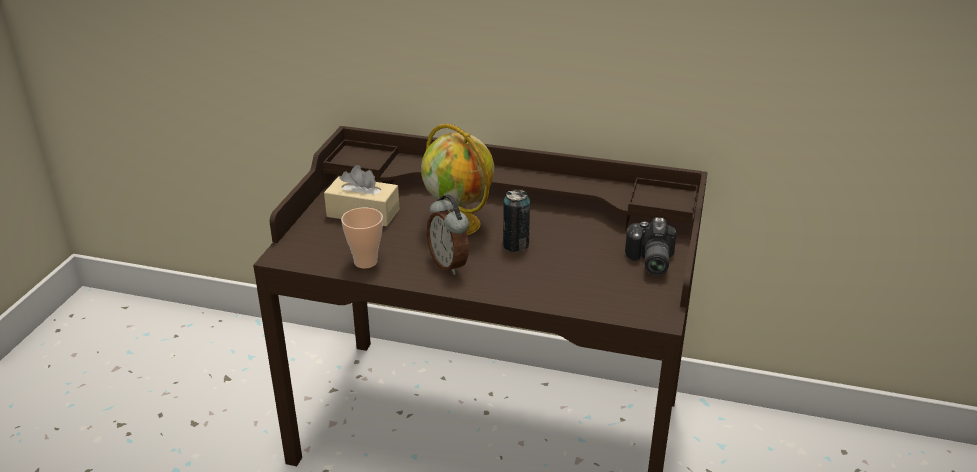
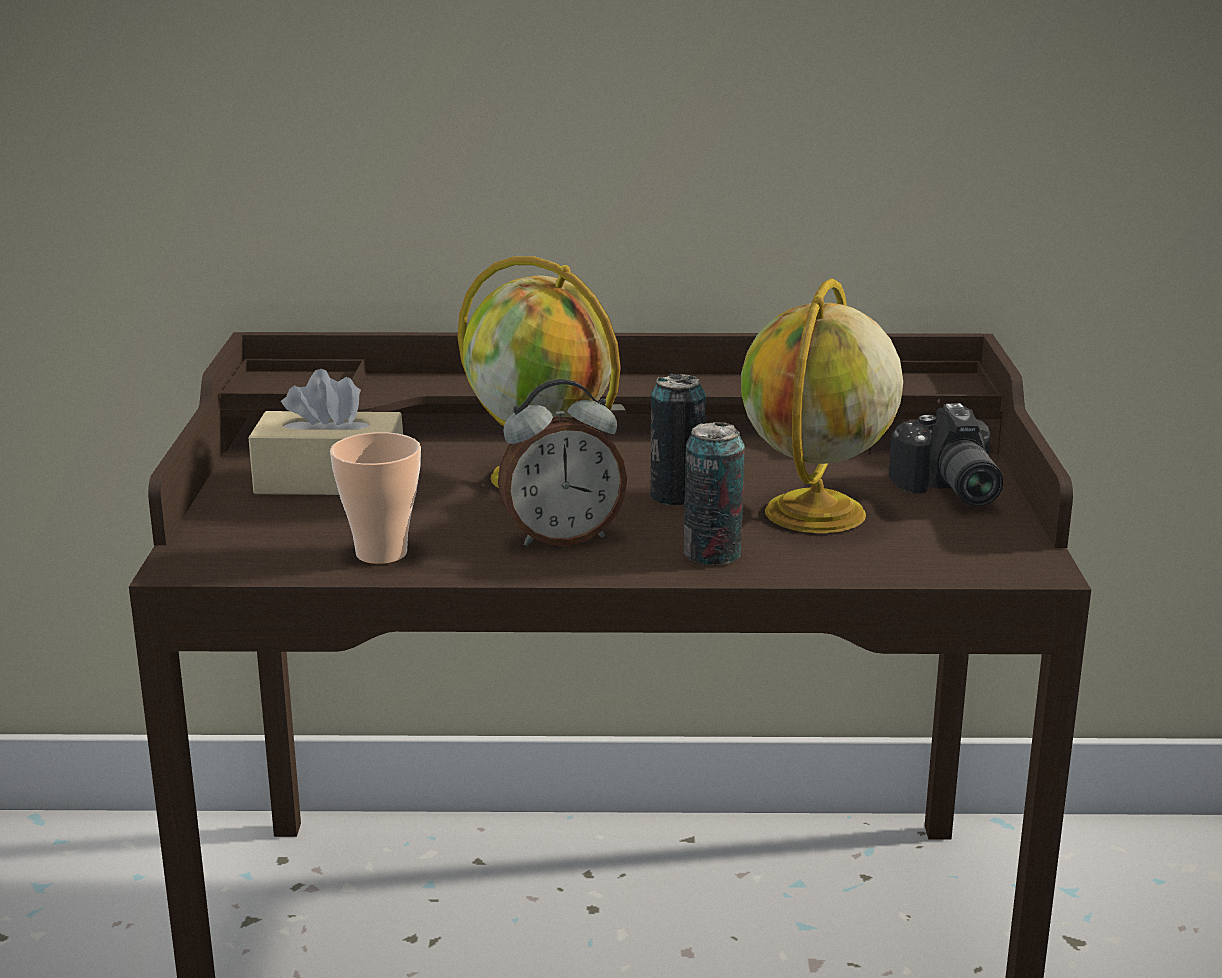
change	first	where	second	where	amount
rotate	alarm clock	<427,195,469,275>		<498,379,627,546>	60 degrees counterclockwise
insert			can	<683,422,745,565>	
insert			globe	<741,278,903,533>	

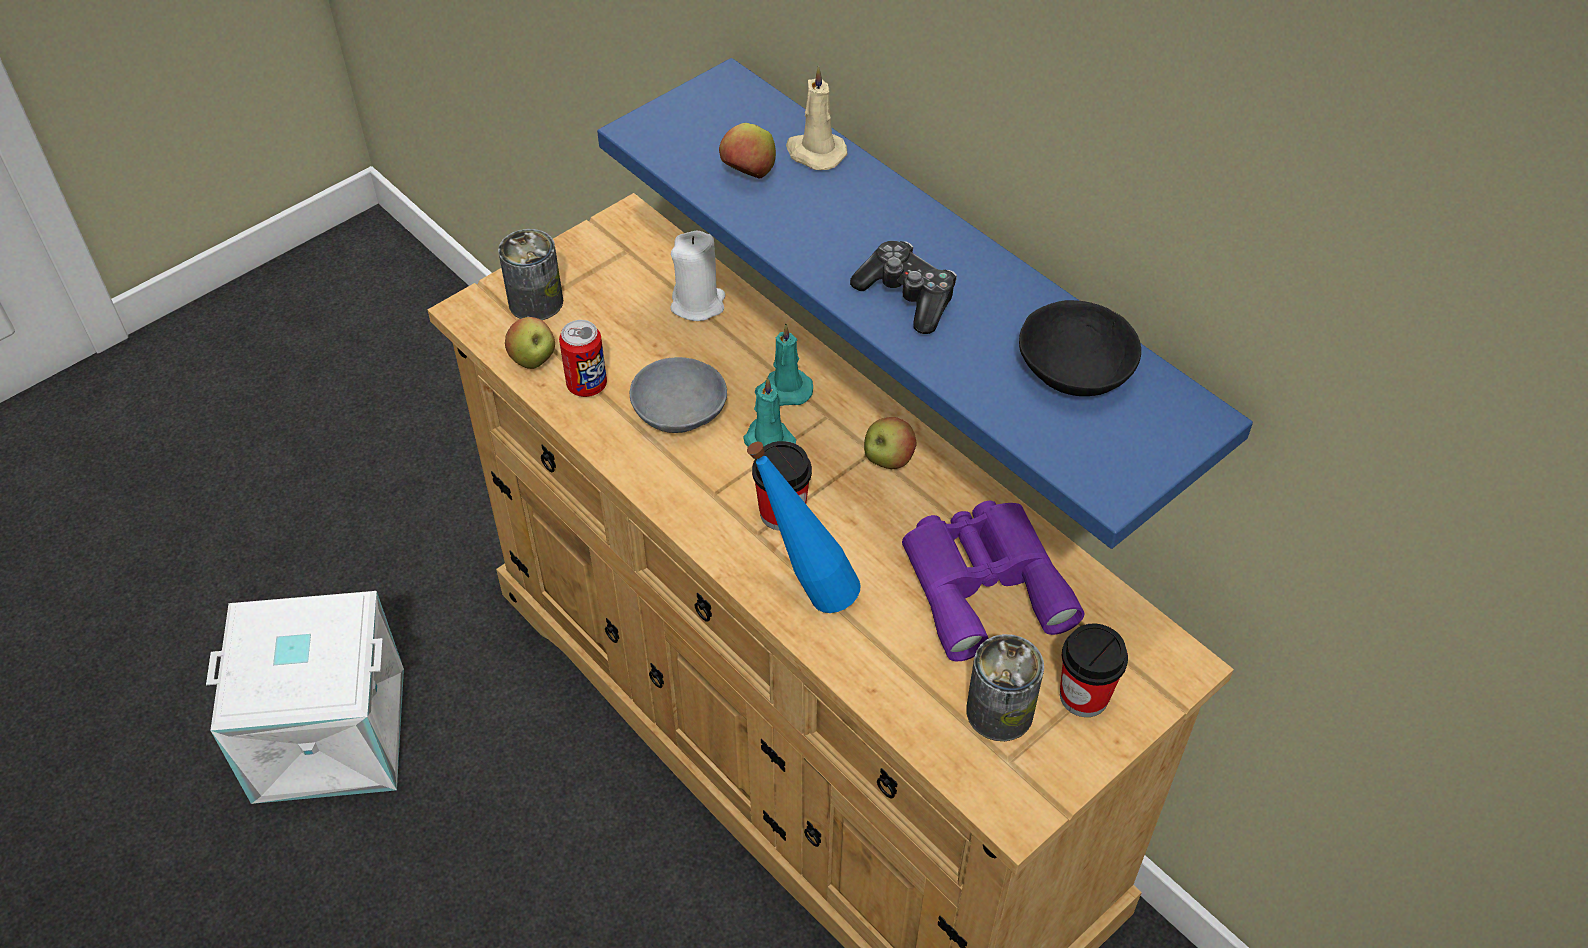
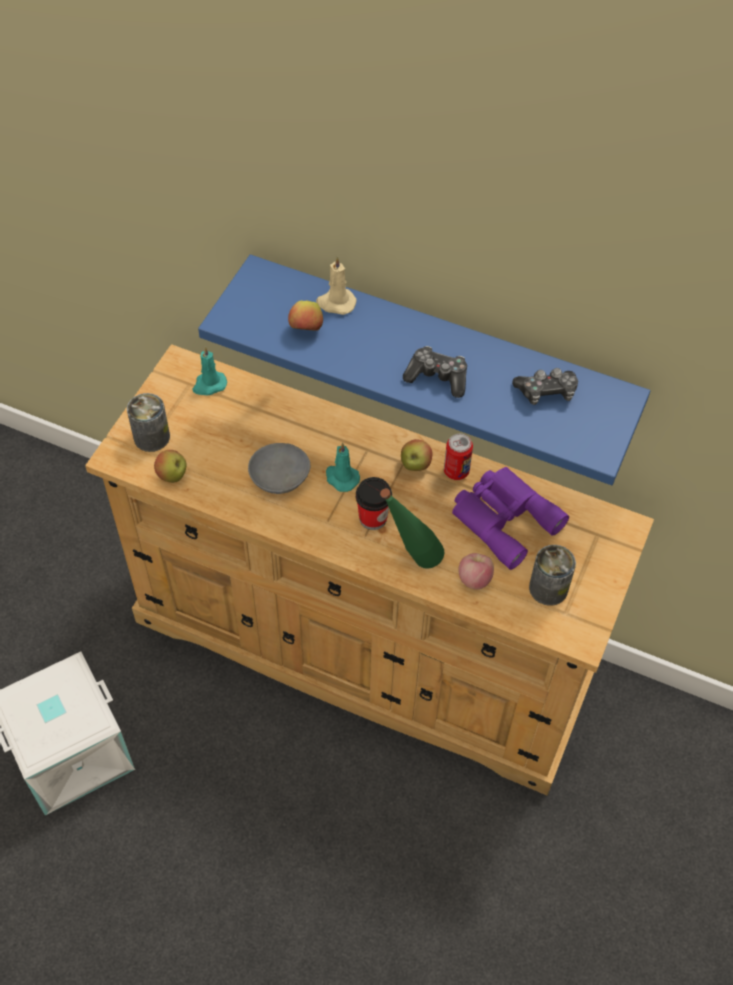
change	first	where	second	where	amount
move	can	<559,320,607,397>		<444,434,473,480>	
delete	candle (white)	<670,231,725,321>			
recolor	bottle (blue)	<747,442,861,613>	bottle (green)	<380,488,444,569>	
move	candle (turquoise)	<755,324,813,406>		<193,346,227,395>	
replace	bowl (black)	<1019,300,1141,396>	game controller	<512,368,578,405>	
delete	cup	<1060,623,1128,717>			
insert			apple	<458,553,494,590>	

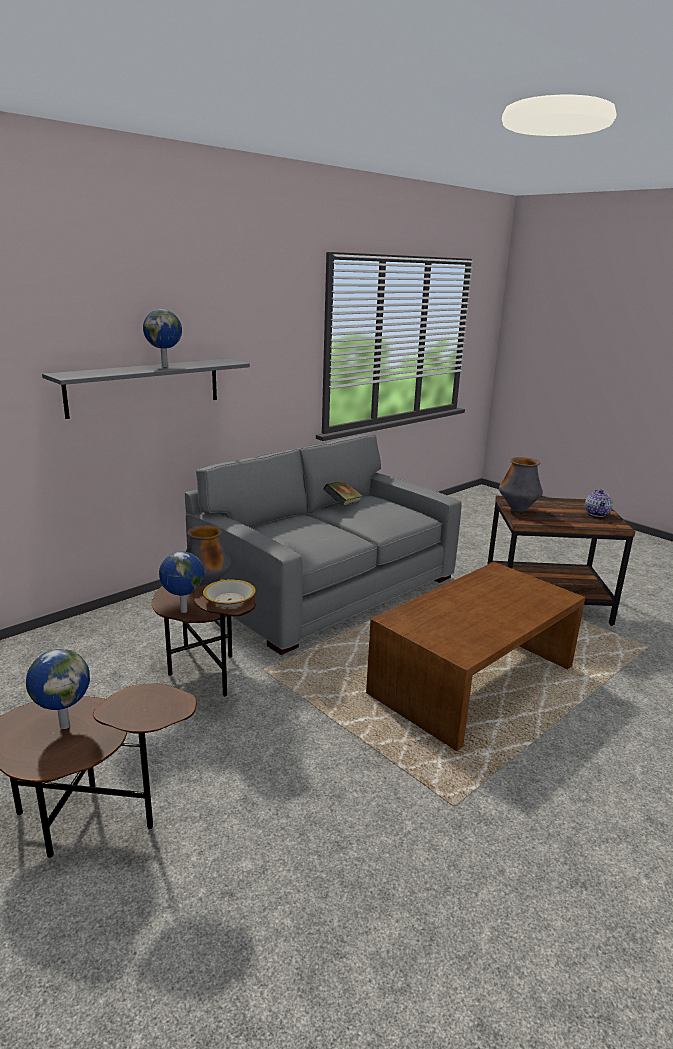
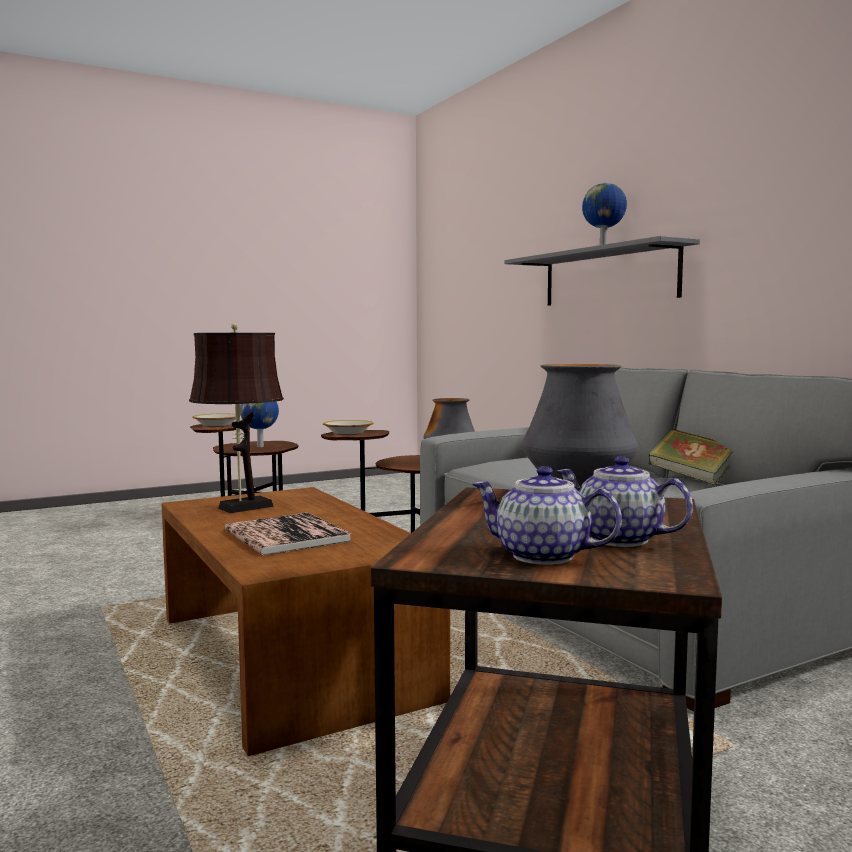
change	first	where	second	where	amount
delete	globe	<159,551,204,613>			
insert			table lamp (brown)	<189,323,284,513>	
insert			bowl	<192,413,236,427>	
insert			book	<224,513,352,556>	
insert			teapot	<556,456,693,547>	

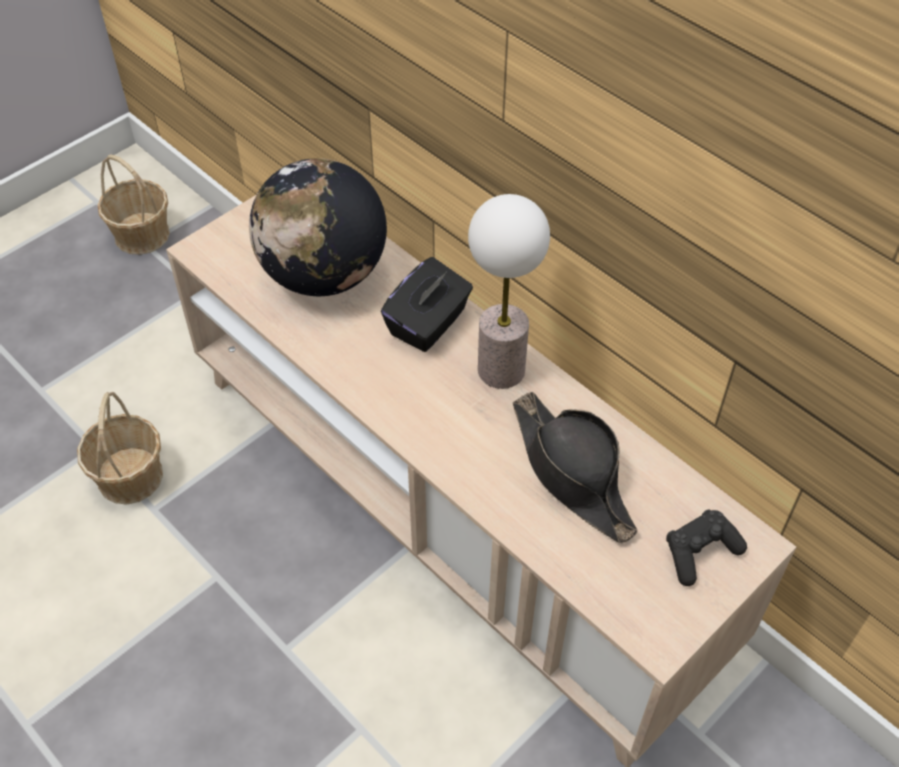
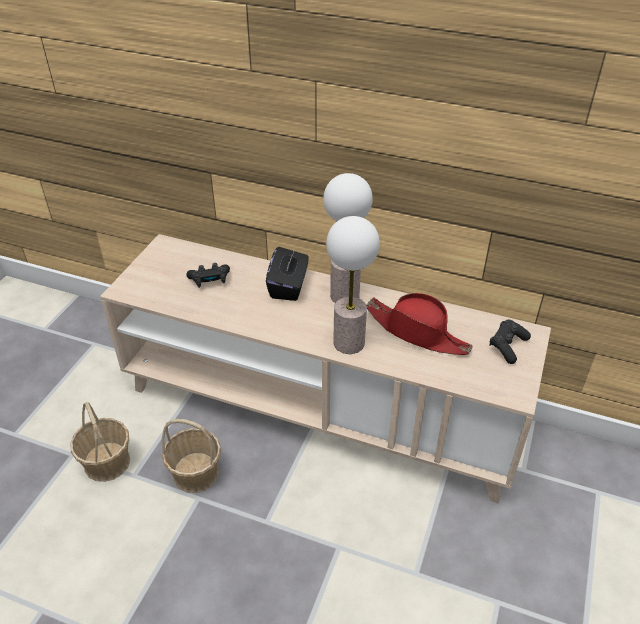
change	first	where	second	where	amount
move	basket	<98,154,170,255>		<162,419,221,493>	
replace	globe	<249,158,387,297>	game controller (black)	<186,263,230,288>	
recolor	hat (black)	<513,392,638,543>	hat (red)	<366,293,473,355>	
insert			table lamp	<326,216,380,354>	

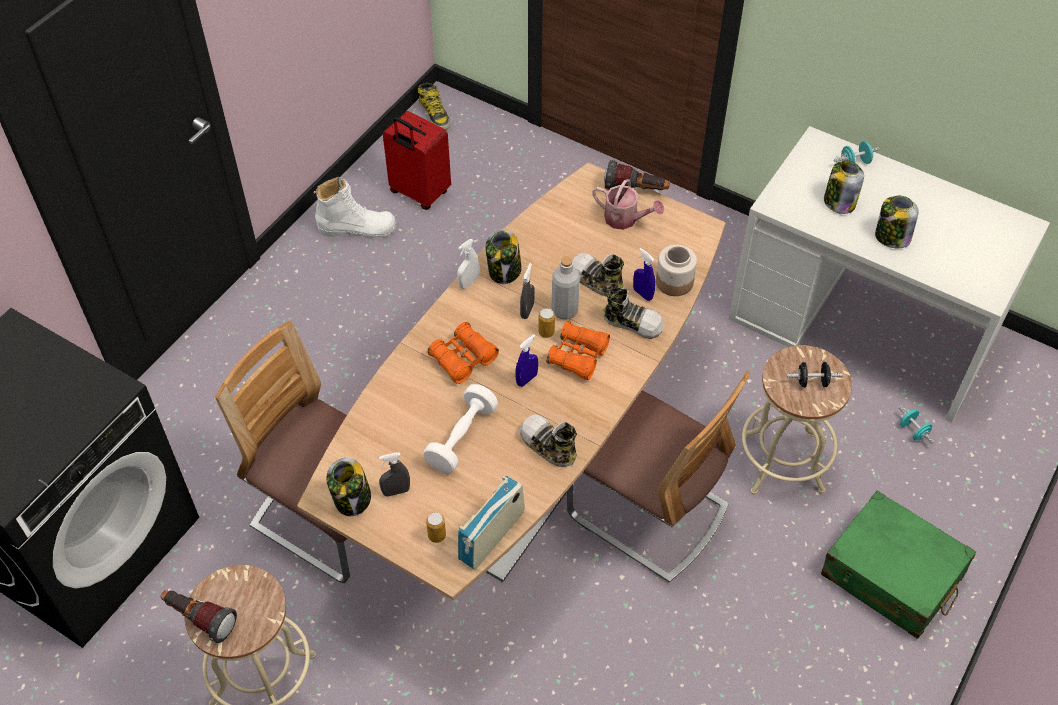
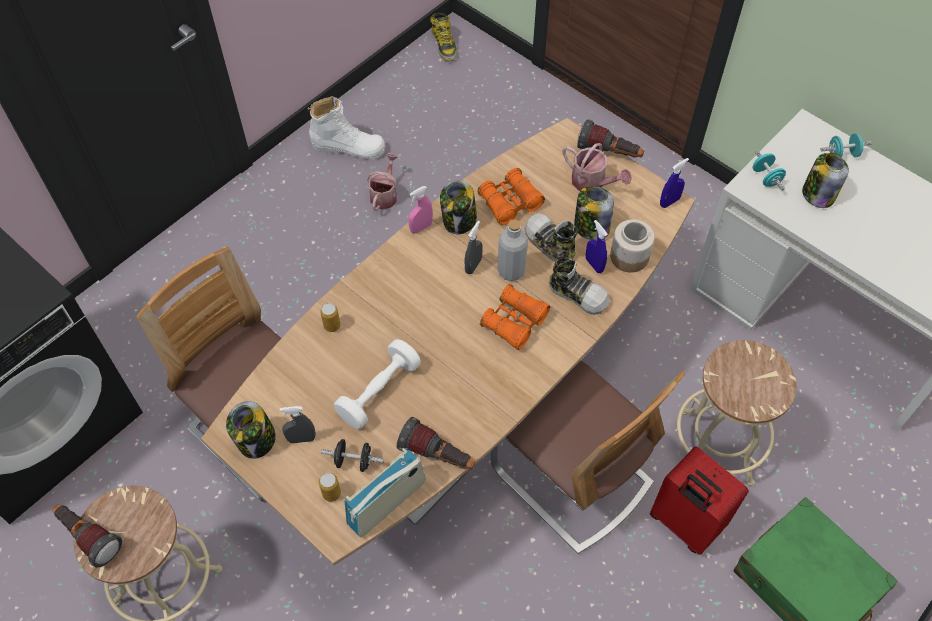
change	first	where	second	where	amount
move	suitcase (red)	<383,111,451,210>		<650,446,749,555>	
move	binoculars (orange)	<427,322,499,384>		<477,168,545,225>	
recolor	spray bottle (white)	<457,239,479,289>	spray bottle (pink)	<408,186,433,234>	
move	spray bottle (blue)	<515,334,538,387>		<660,158,689,208>	
delete	shoe	<520,415,577,467>			
move	can	<538,308,555,338>		<320,303,340,332>	
move	dumbbell (black)	<787,362,843,388>		<321,439,384,472>	
move	jar	<875,196,919,248>		<574,186,614,241>	
move	dumbbell (turquoise)	<899,407,934,444>		<753,150,786,191>	
insert			watering can	<367,154,398,211>	
insert			flashlight	<397,417,475,470>	

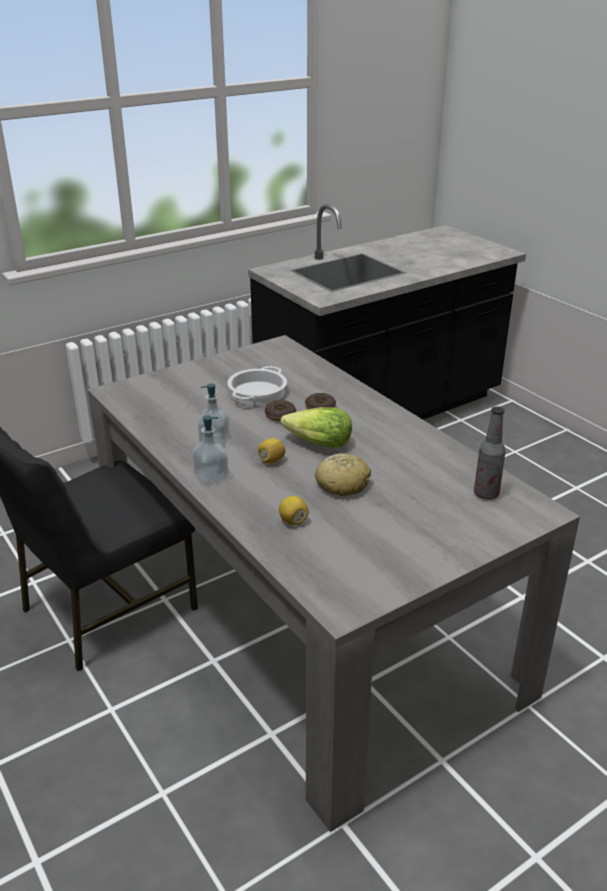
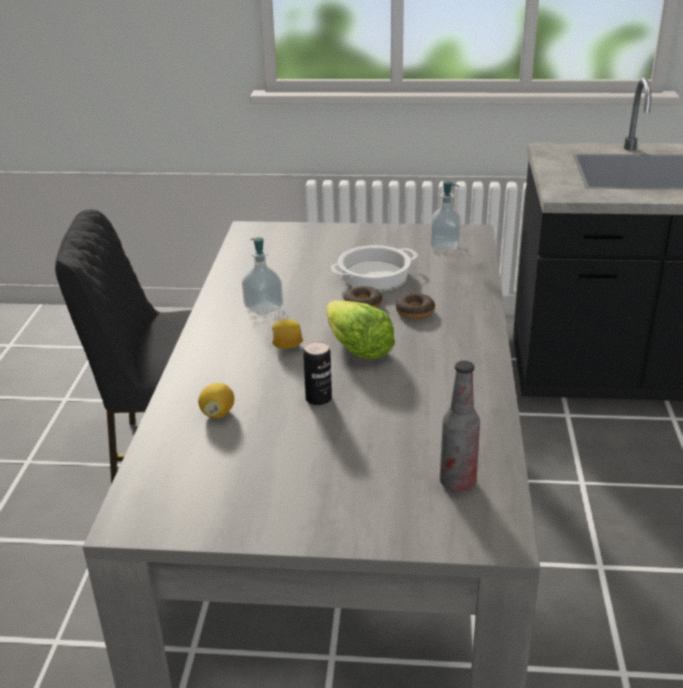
change	first	where	second	where	amount
move	soap dispenser	<193,415,229,485>		<431,181,461,250>	
replace	bread	<315,453,371,496>	can	<303,341,332,406>	

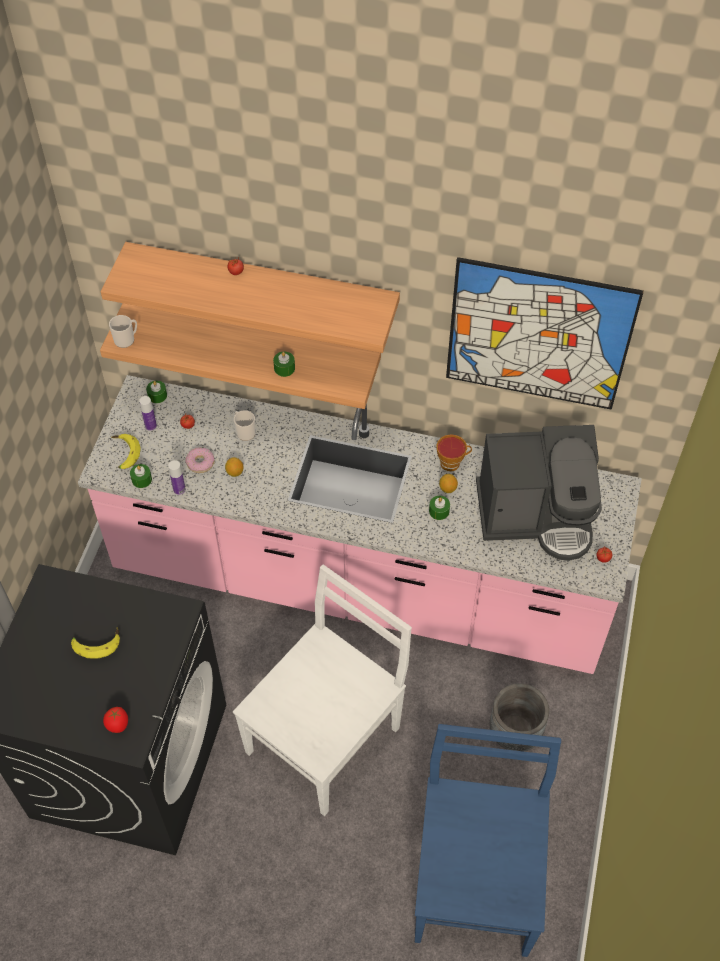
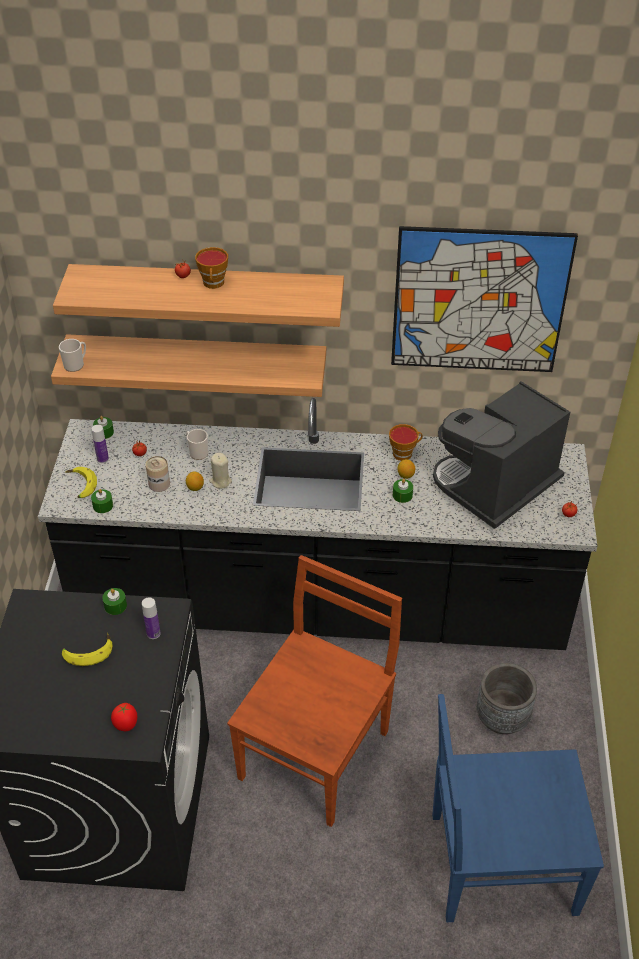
change	first	where	second	where	amount
recolor	counter (pink)	<78,375,642,674>	counter (black)	<38,398,598,650>	
move	bottle	<168,460,186,495>		<142,597,161,639>	
replace	donut	<185,448,215,473>	can	<146,456,170,492>	
recolor	chair (white)	<233,565,412,816>	chair (brown)	<227,555,402,827>	
move	candle (green)	<273,352,295,377>		<102,588,127,615>	
rotate	chair (blue)	<415,724,561,957>		<432,694,604,922>	90 degrees counterclockwise
rotate	coffee machine	<476,425,602,561>		<433,381,570,529>	150 degrees clockwise
insert			cup	<195,247,228,289>	
insert			candle (beige)	<209,453,232,489>	

